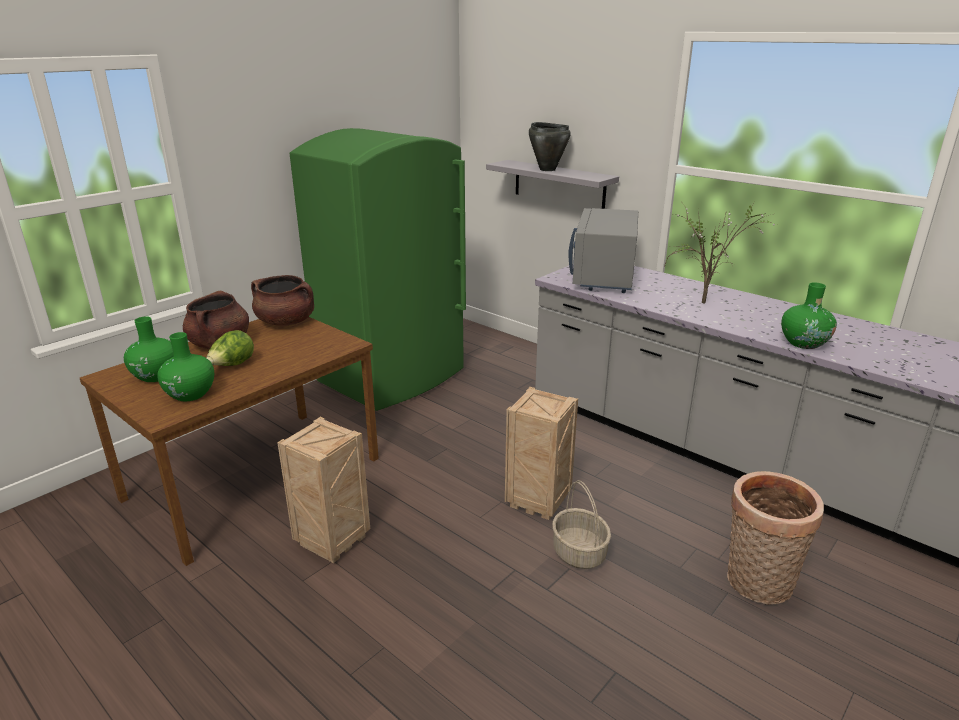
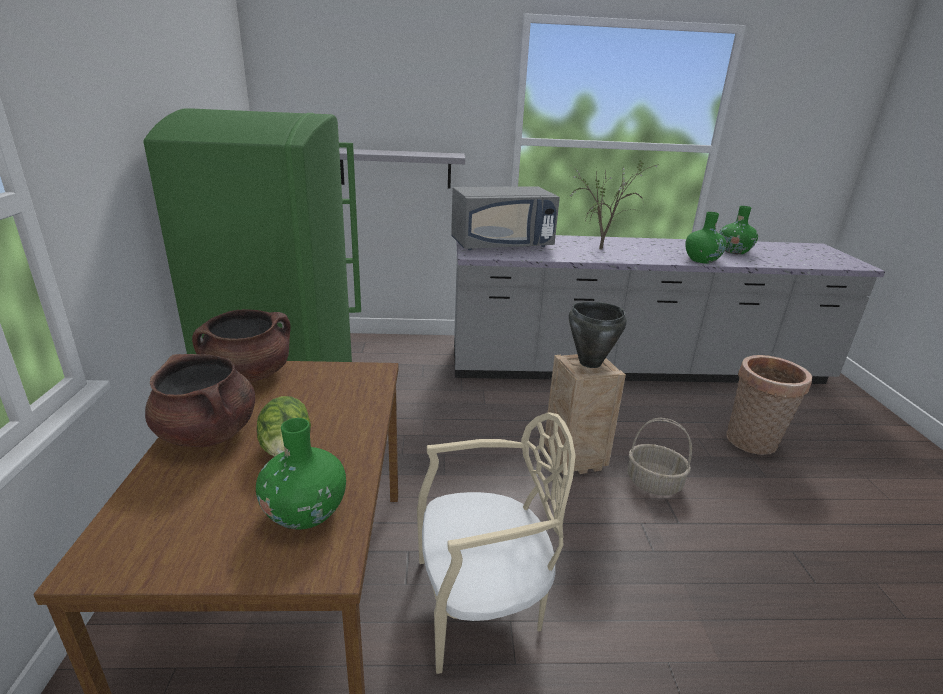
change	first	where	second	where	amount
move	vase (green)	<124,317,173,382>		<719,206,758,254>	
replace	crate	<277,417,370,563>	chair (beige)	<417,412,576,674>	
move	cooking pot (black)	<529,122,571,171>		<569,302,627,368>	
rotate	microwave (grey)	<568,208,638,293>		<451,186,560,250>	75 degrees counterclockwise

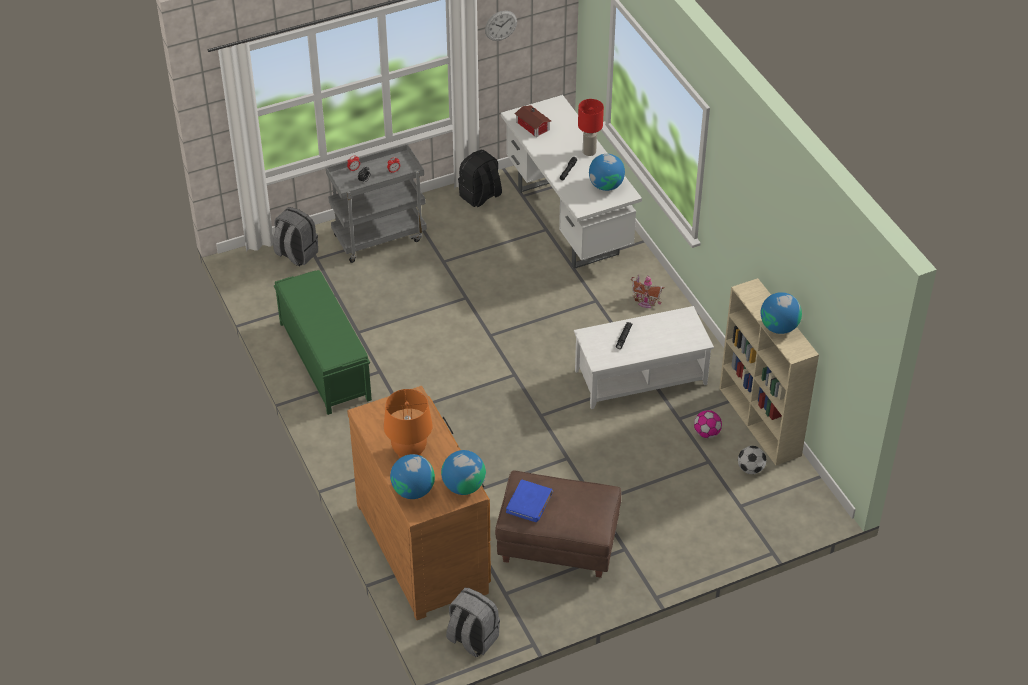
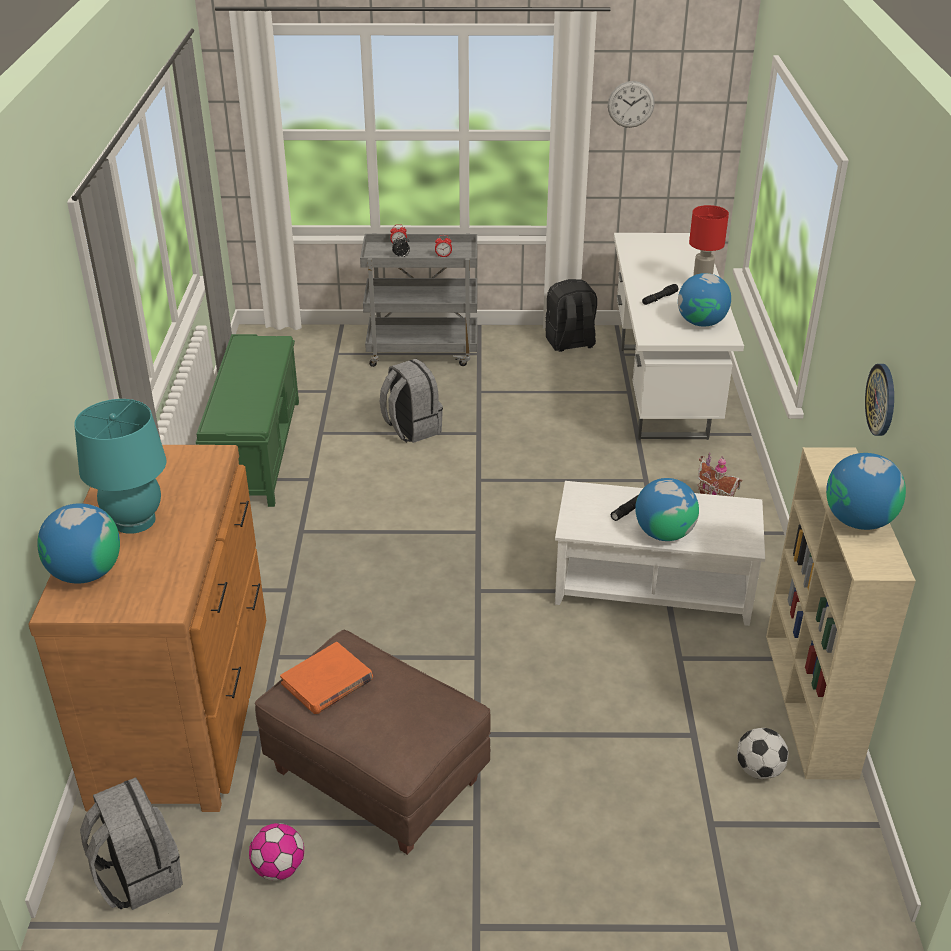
change	first	where	second	where	amount
move	backpack (grey)	<273,207,318,266>		<380,359,443,443>	
recolor	table lamp (orange)	<384,389,433,458>	table lamp (turquoise)	<74,399,166,534>	
move	globe	<441,450,486,495>		<635,478,699,541>	
recolor	book (blue)	<506,479,553,522>	book (orange)	<280,642,373,714>	
delete	toy house	<515,105,551,137>			
move	football	<694,410,722,438>		<249,823,304,881>	
insert			wall clock	<865,364,894,436>	

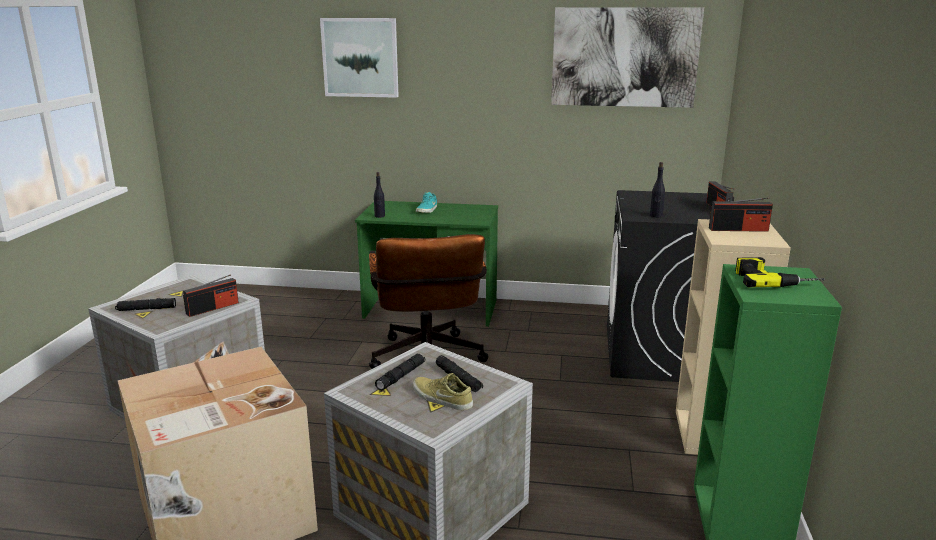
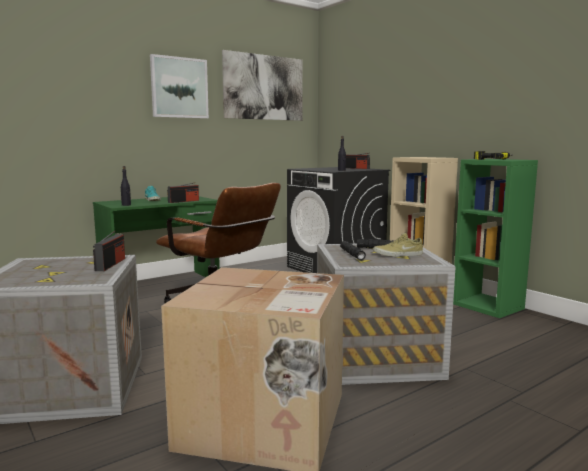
change	first	where	second	where	amount
delete	flashlight (black)	<115,298,176,311>			
move	picture	<320,18,399,98>		<150,54,209,119>	
move	radio	<709,197,773,232>		<167,182,199,203>	

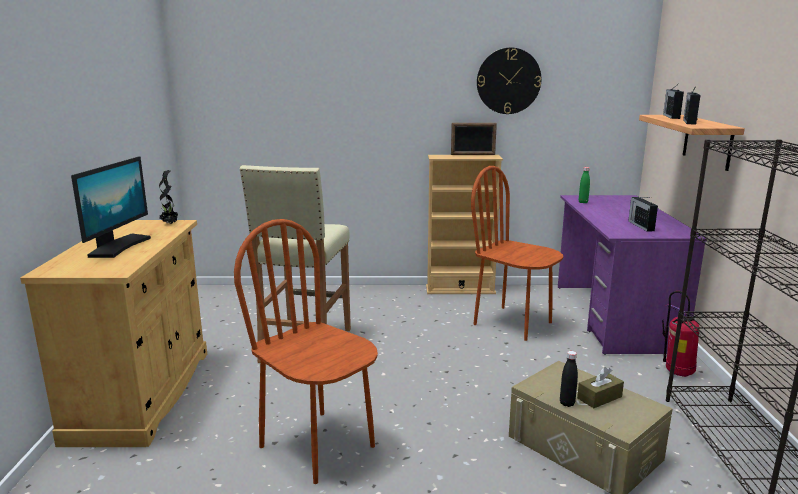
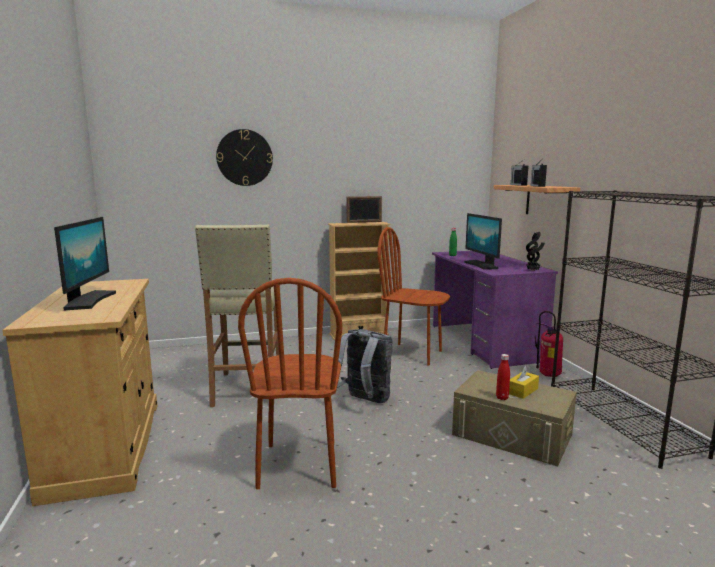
change	first	where	second	where	amount
move	potted plant	<159,170,180,224>		<526,232,545,271>	
rotate	chair (brown)	<234,219,378,484>		<238,278,343,490>	120 degrees counterclockwise
move	wall clock	<477,48,541,114>		<216,129,273,186>	
recolor	bottle (black)	<560,351,578,407>	bottle (red)	<496,354,510,400>	
recolor	tissue box (brown)	<577,367,624,408>	tissue box (yellow)	<509,365,539,399>	
delete	radio	<628,197,658,232>			
insert			backpack (grey)	<337,329,393,403>	
insert			monitor	<464,213,502,270>	

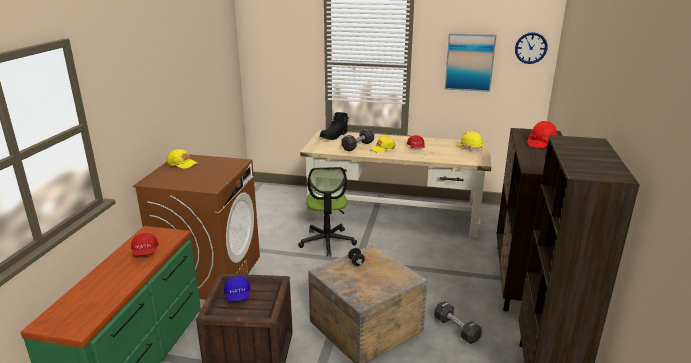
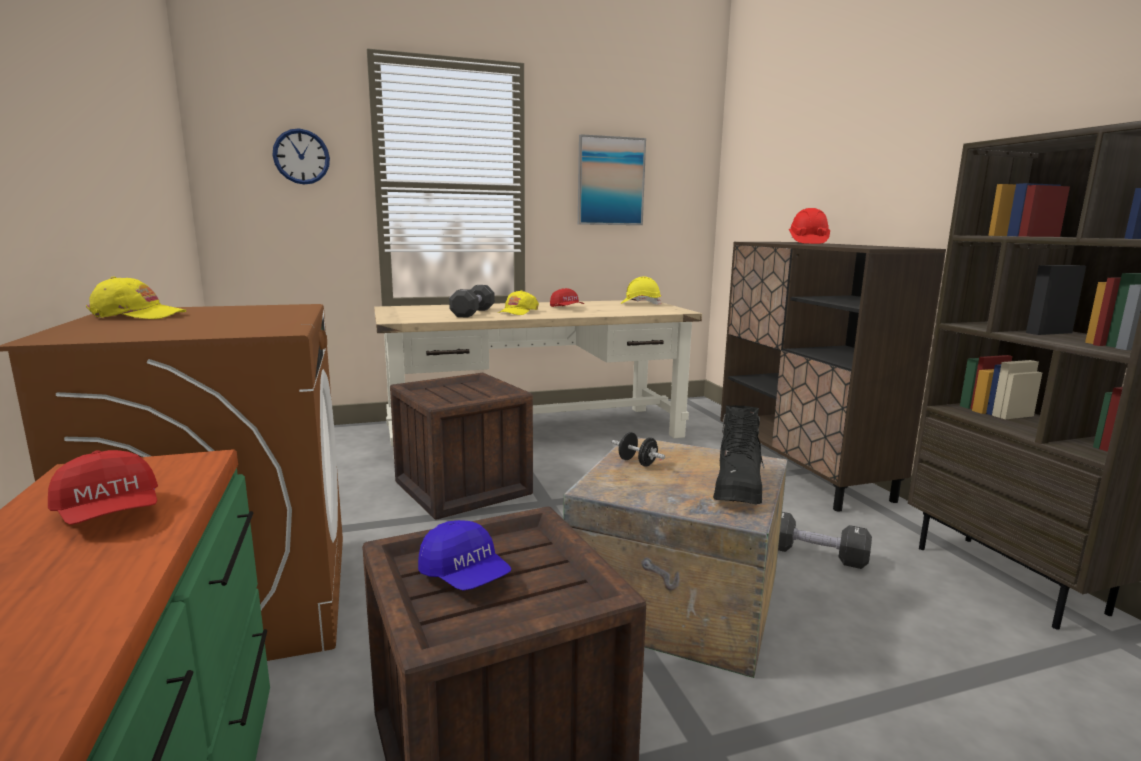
change	first	where	second	where	amount
replace	office chair	<298,167,357,257>	crate	<390,373,533,519>	
move	boot (black)	<319,112,349,140>		<713,406,765,505>	
move	wall clock	<515,32,547,64>		<272,128,330,185>	

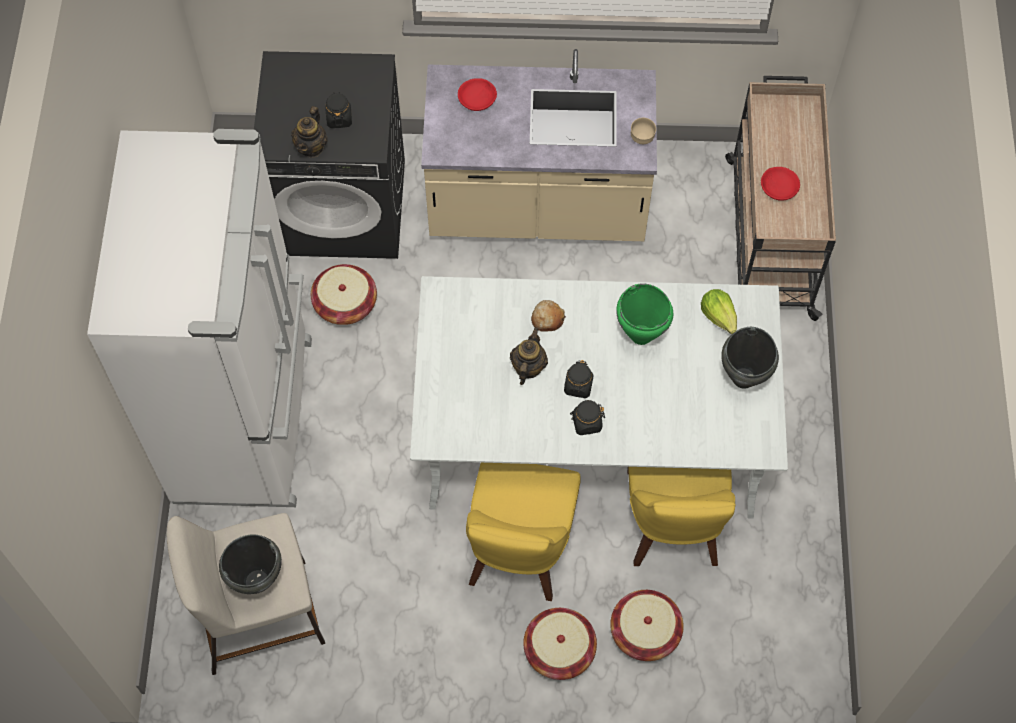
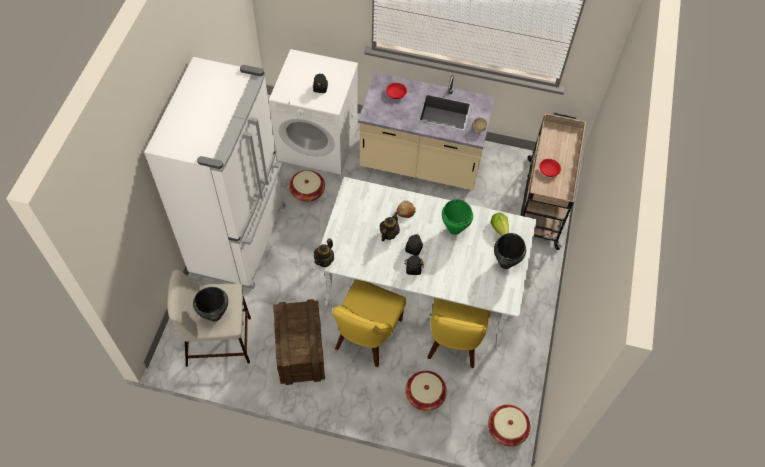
change	first	where	second	where	amount
recolor	washing machine (black)	<254,51,405,259>	washing machine (white)	<269,49,358,175>	
move	teapot	<291,106,328,158>		<314,238,334,267>	
move	basket	<523,608,597,680>		<488,405,530,446>	
insert			crate	<273,299,325,385>	

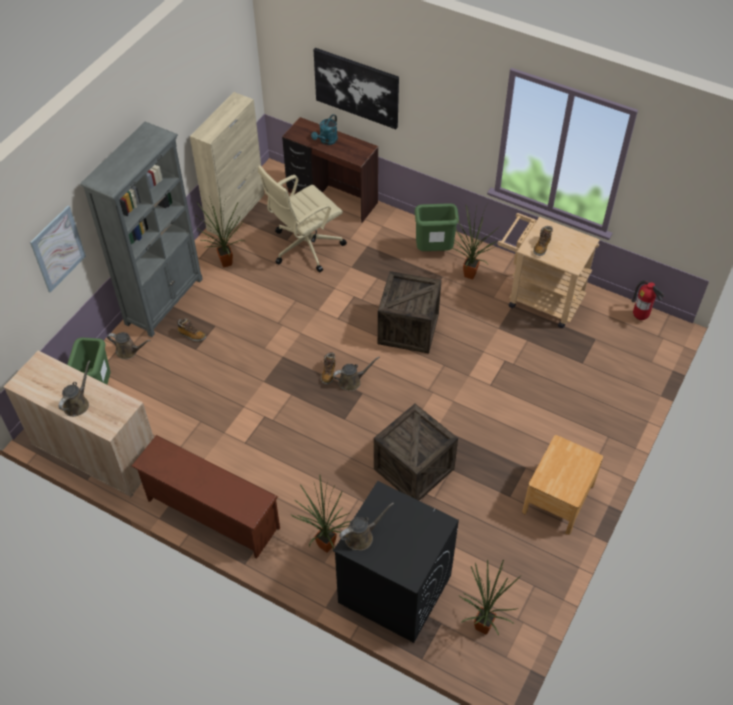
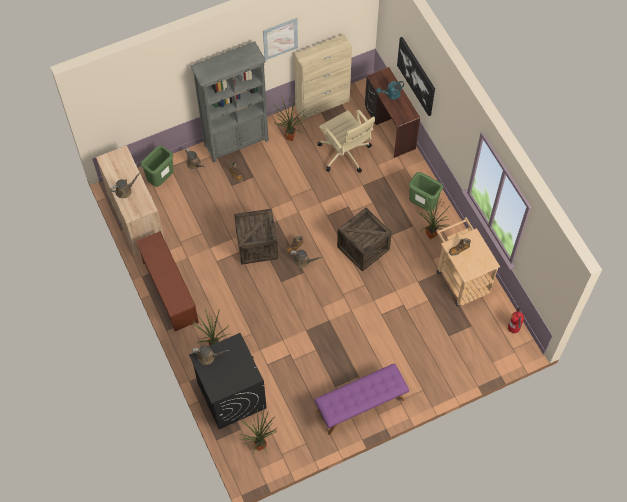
change	first	where	second	where	amount
move	picture	<30,206,86,292>		<263,18,298,60>	
rotate	office chair (beige)	<258,165,347,272>		<318,109,375,173>	120 degrees counterclockwise
move	crate	<374,404,458,501>		<234,209,278,265>	
replace	nightstand (brown)	<522,435,603,535>	bench (purple)	<314,363,410,435>	

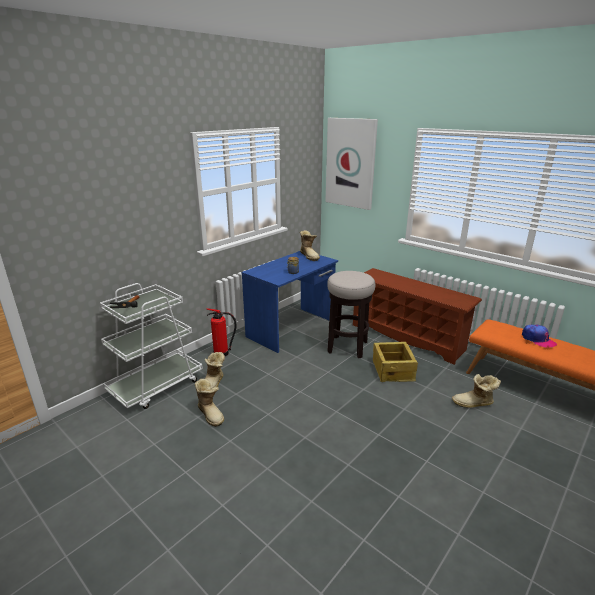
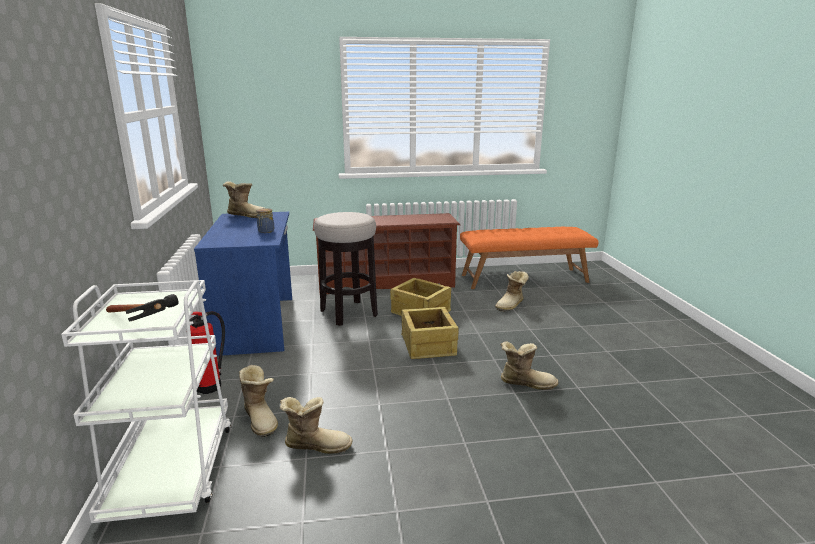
change	first	where	second	where	amount
delete	picture	<325,118,378,210>			
delete	cap	<522,325,557,348>			
insert			crate	<401,307,459,359>	
insert			boot	<500,341,558,390>	

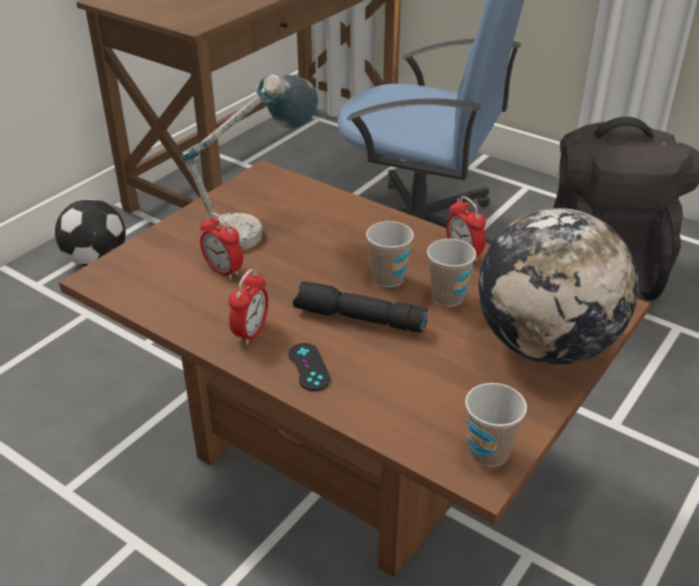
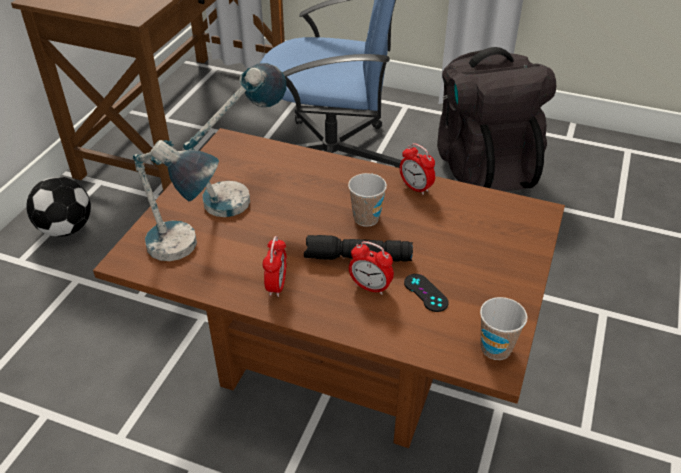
change	first	where	second	where	amount
move	alarm clock	<200,213,243,279>		<349,241,394,295>	
move	game controller (black)	<288,343,331,391>		<404,274,449,312>	
delete	cup	<427,239,476,307>			
delete	globe	<478,208,639,365>			
insert			table lamp	<133,140,219,261>	

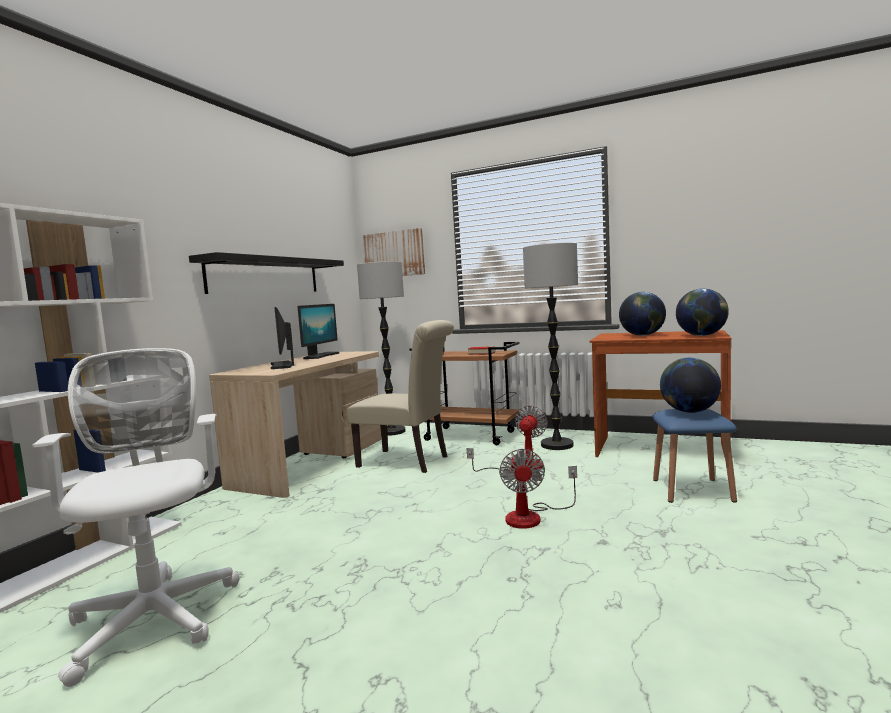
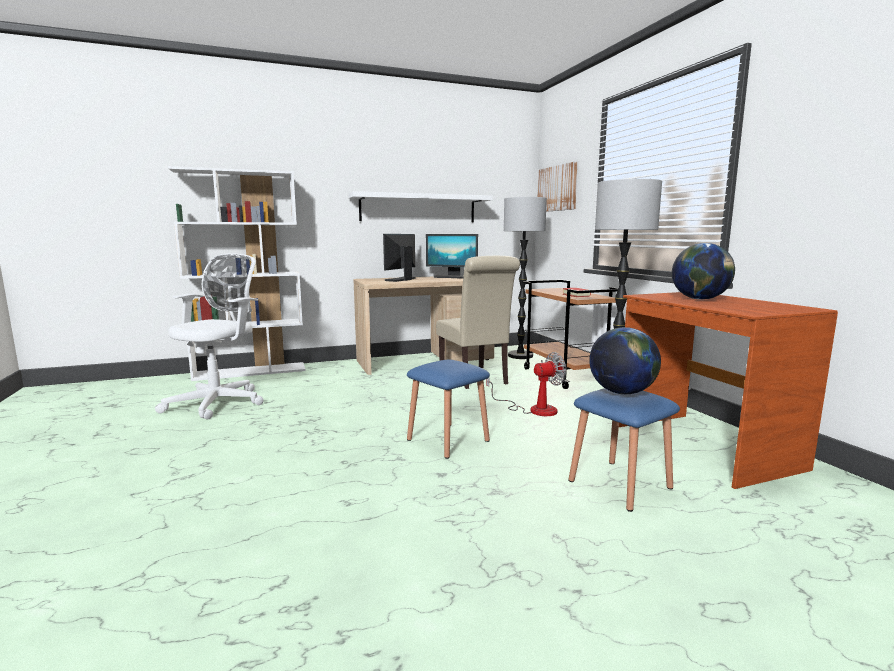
change	first	where	second	where	amount
recolor	shelf (black)	<189,252,344,294>	shelf (white)	<348,191,493,222>	
rotate	monitor	<298,304,339,359>		<426,234,478,279>	45 degrees clockwise
replace	fan	<499,449,577,529>	stool (blue)	<407,360,490,459>	
delete	globe	<676,289,729,336>			

